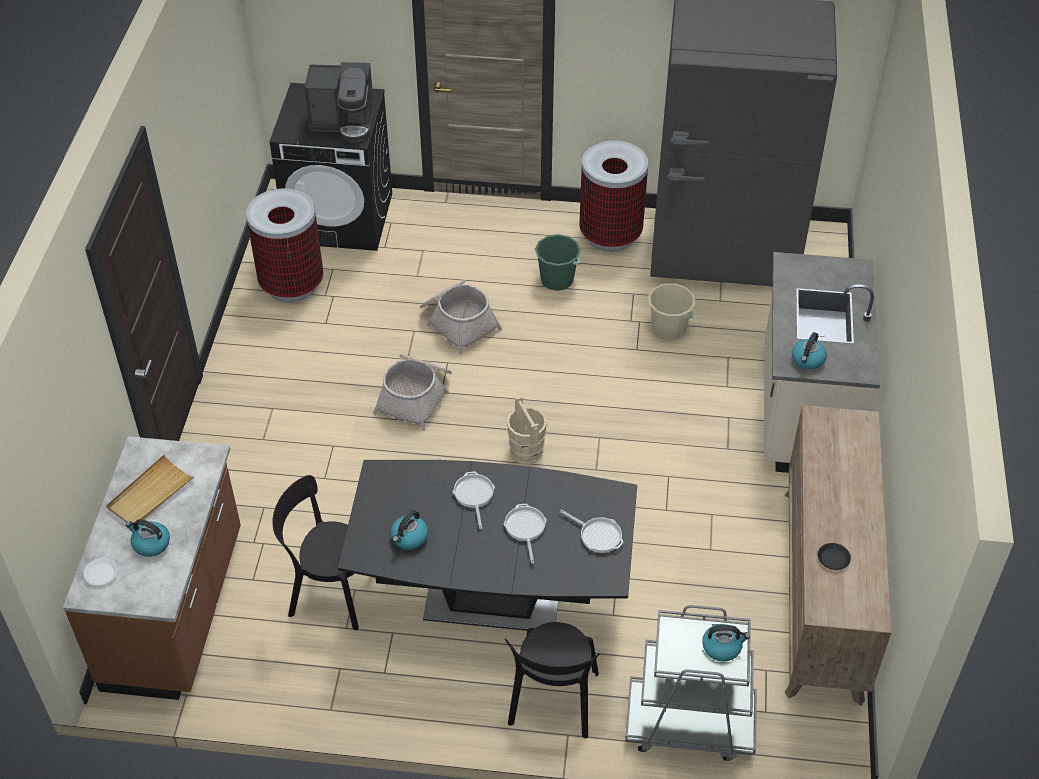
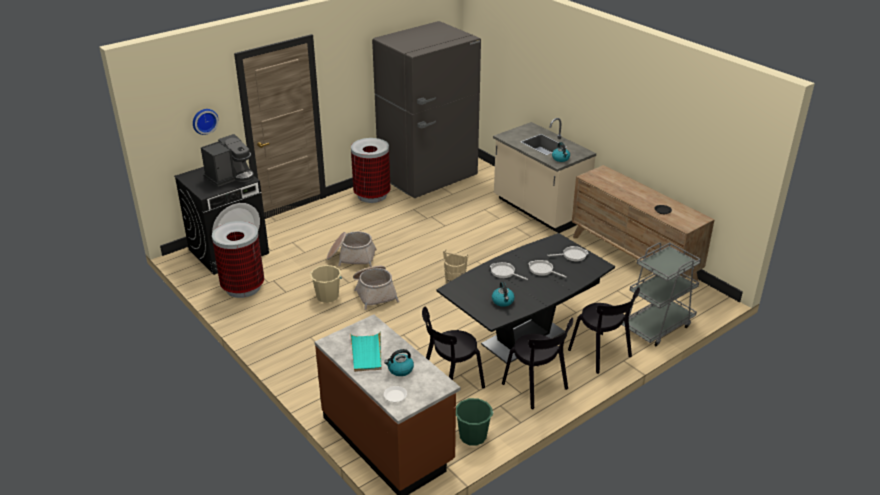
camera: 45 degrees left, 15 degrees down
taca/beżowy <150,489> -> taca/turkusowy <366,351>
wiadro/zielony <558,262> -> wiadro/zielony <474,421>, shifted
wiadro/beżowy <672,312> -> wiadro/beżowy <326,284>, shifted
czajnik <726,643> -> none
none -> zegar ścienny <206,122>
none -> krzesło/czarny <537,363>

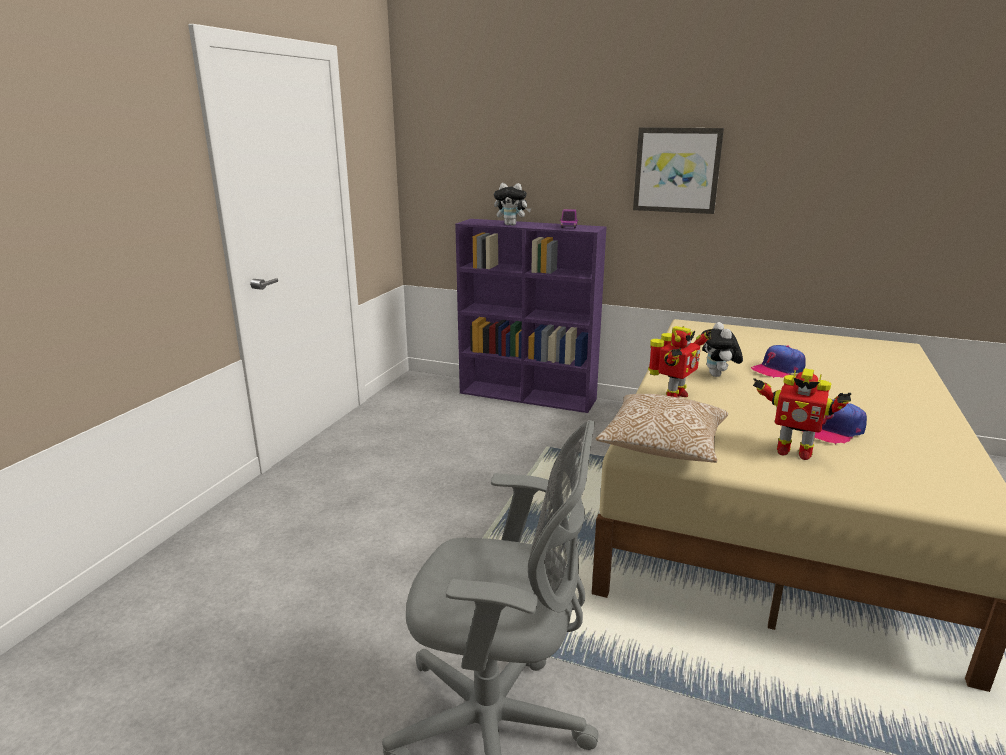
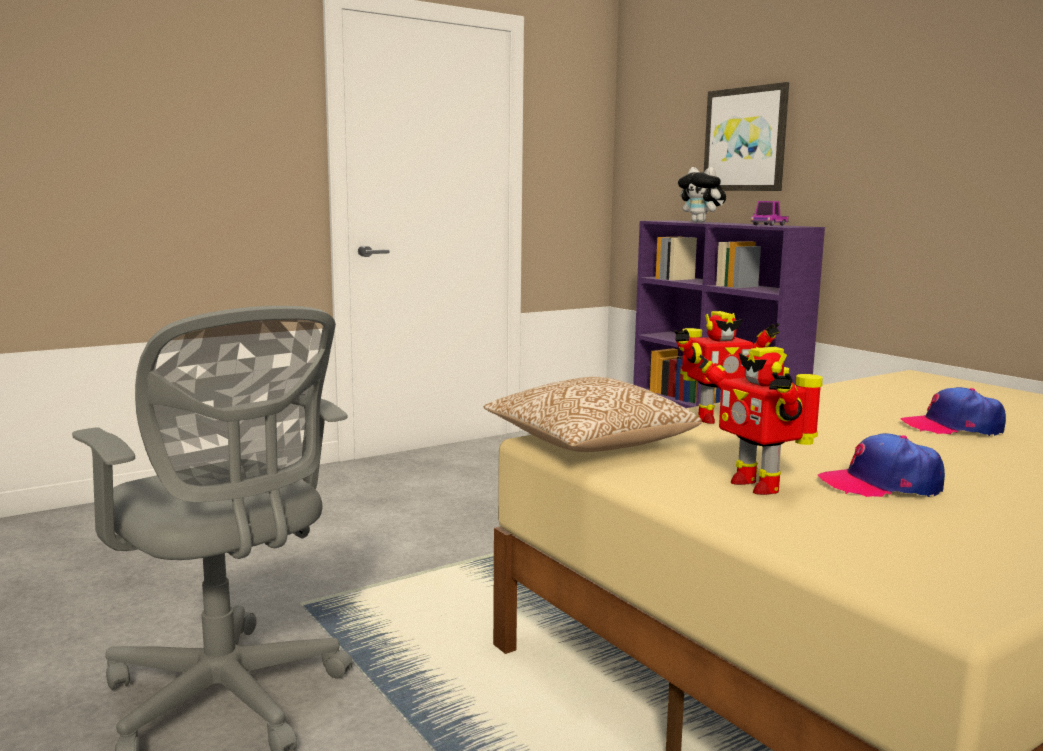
camera: 35 degrees right, 10 degrees down
obraz <678,170> -> obraz <746,136>, shifted
pluszak <722,349> -> none

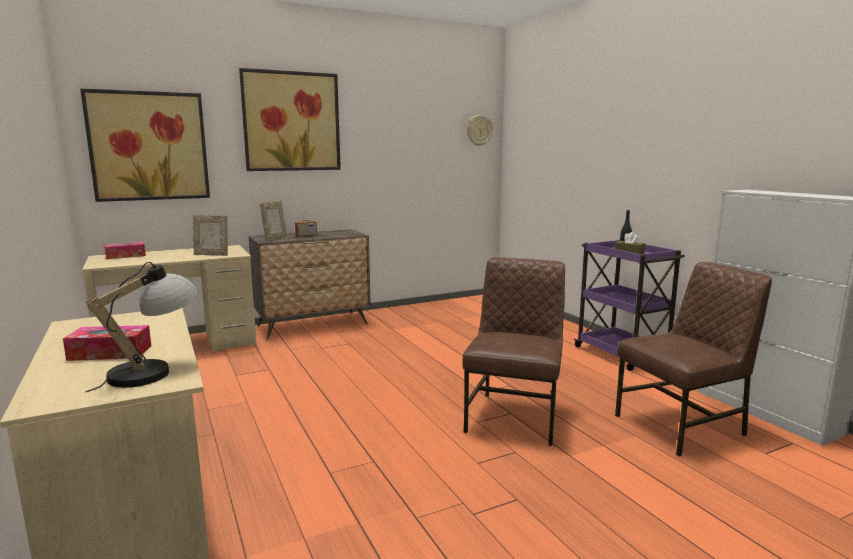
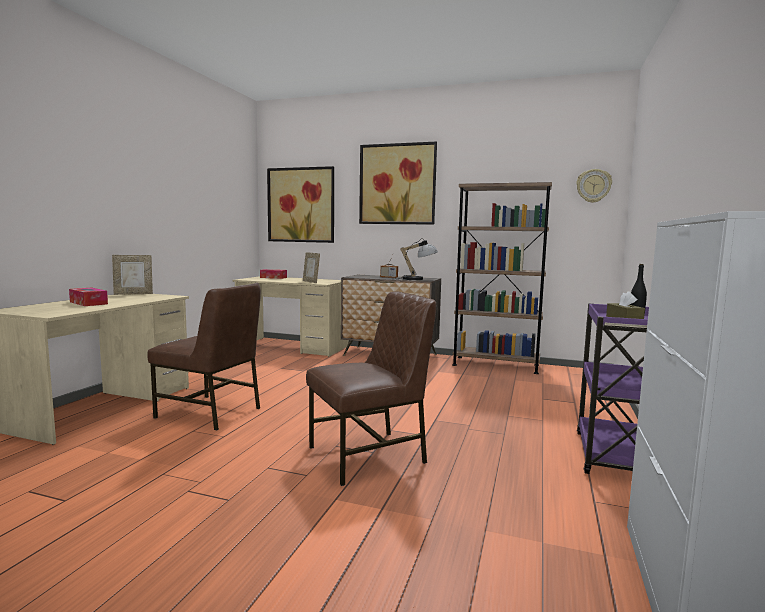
camera: 45 degrees right, 5 degrees down
lampa stołowa <141,327> -> lampa stołowa <418,259>, shifted
ramka na zdjęcie <273,221> -> ramka na zdjęcie <132,275>, shifted
krzesło/brązowy <693,359> -> krzesło/brązowy <204,356>, shifted
none -> regał/brązowy <502,278>

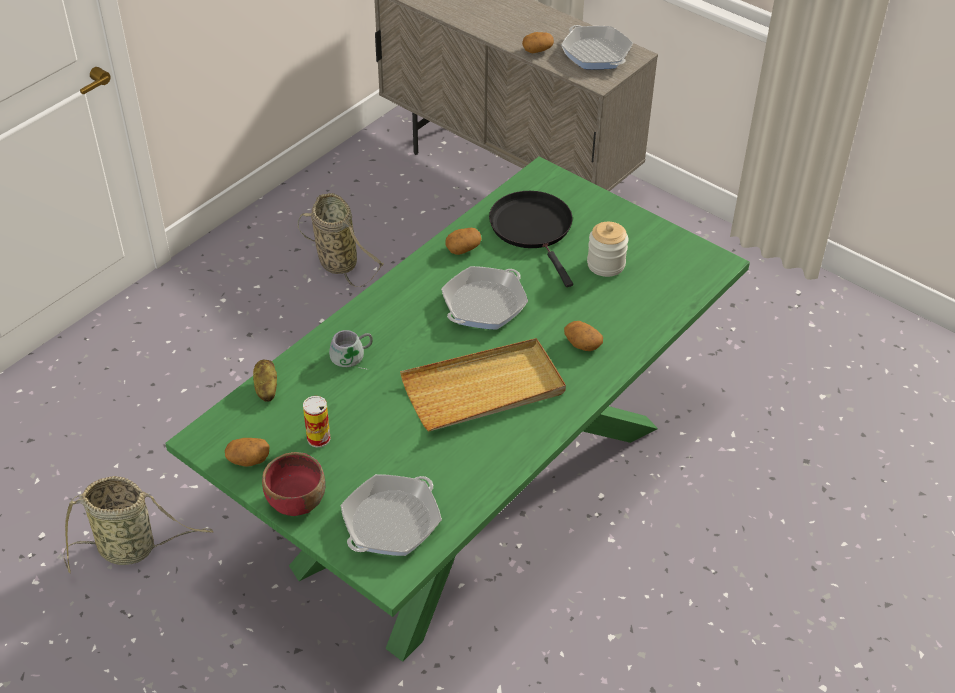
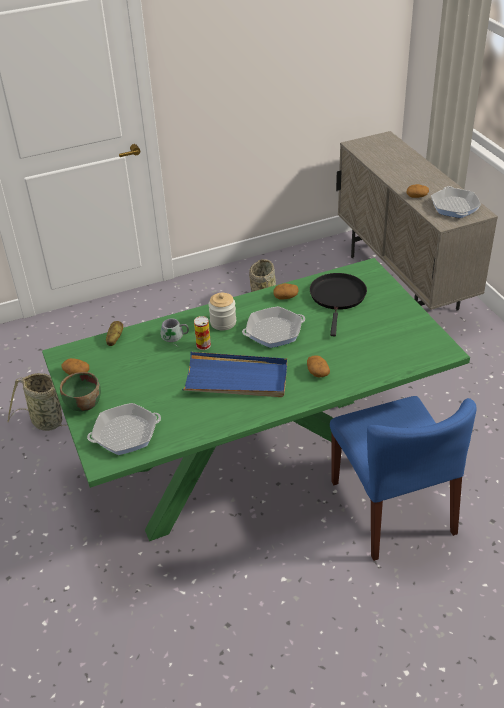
camera: 30 degrees right, 5 degrees down
miska/czerwony <294,484> -> miska/zielony <80,392>
puszka <316,421> -> puszka <202,333>, shifted
taca/beżowy <483,384> -> taca/niebieski <234,374>
słoik <608,249> -> słoik <222,311>, shifted
none -> krzesło/niebieski <403,478>

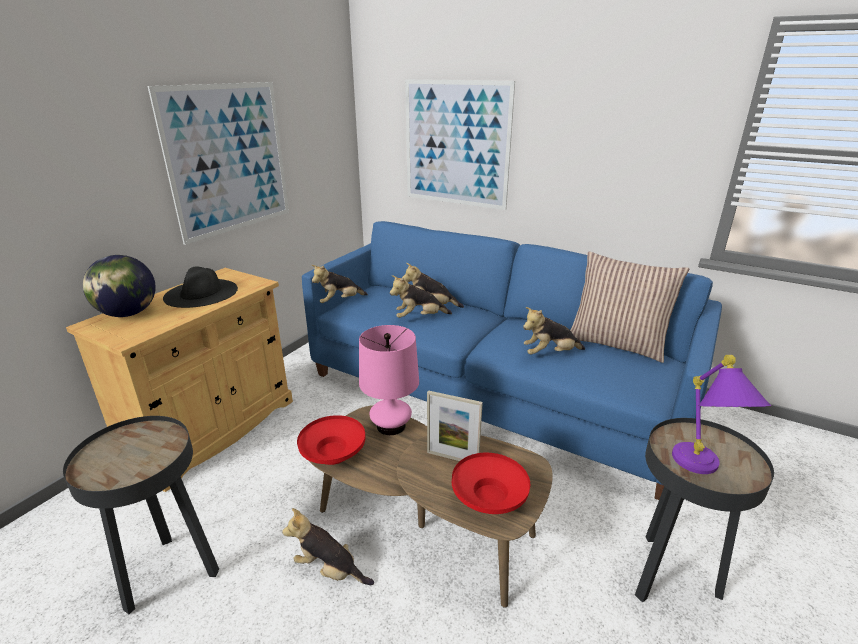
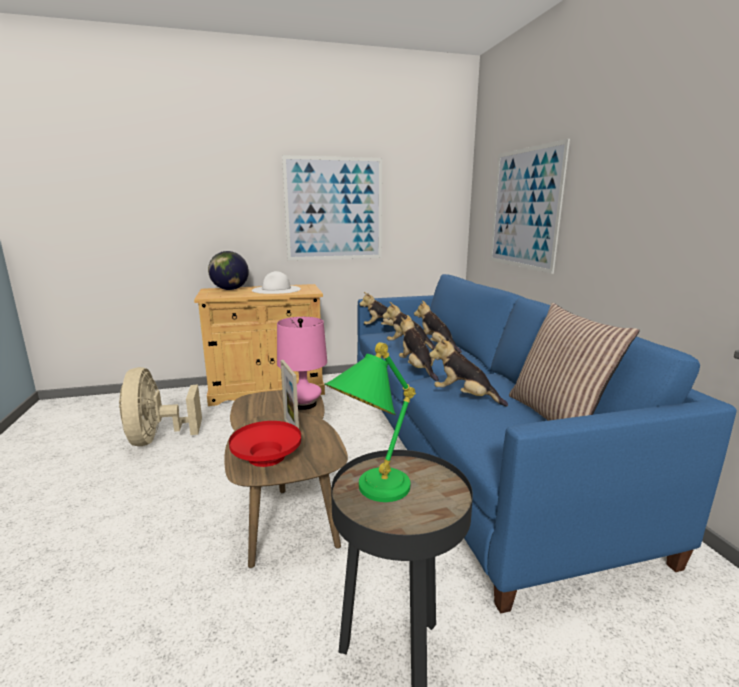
camera: 45 degrees right, 10 degrees down
stolik/czarny <141,515> -> wentylator/beżowy <160,406>
kapelusz/czarny <200,287> -> kapelusz/biały <276,282>
pluszak <328,546> -> pluszak <418,348>, shifted
miska/czerwony <331,440> -> none
lampa stołowa/fioletowy <722,414> -> lampa stołowa/zielony <370,422>

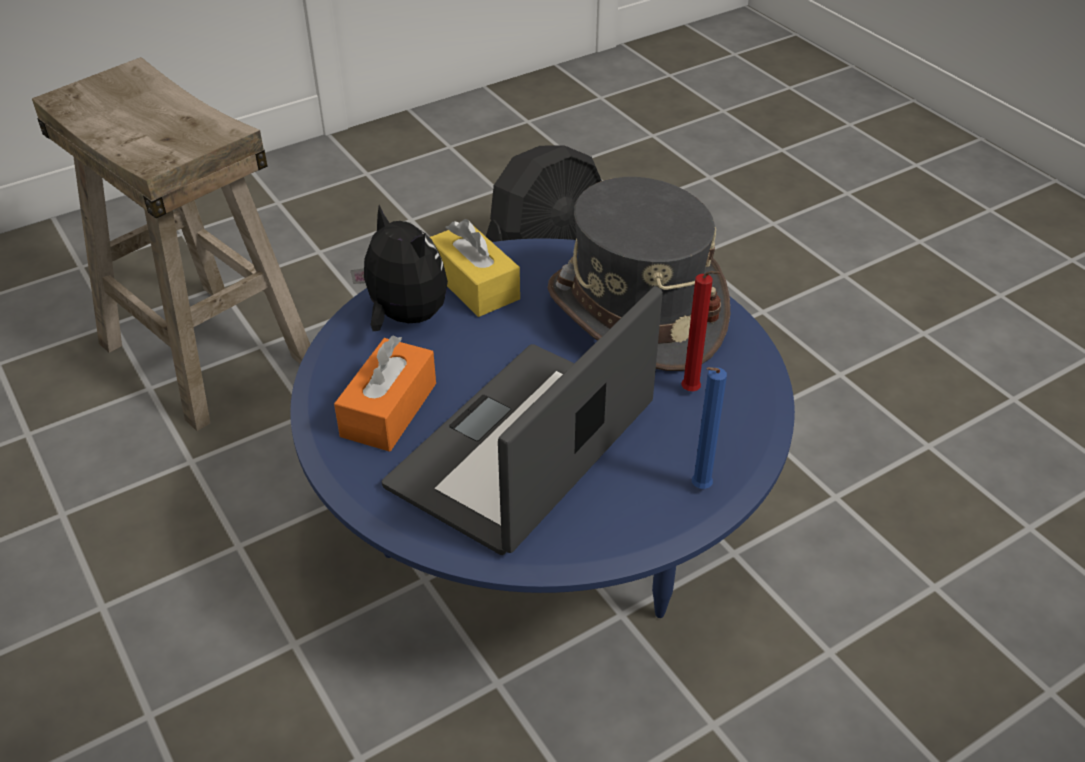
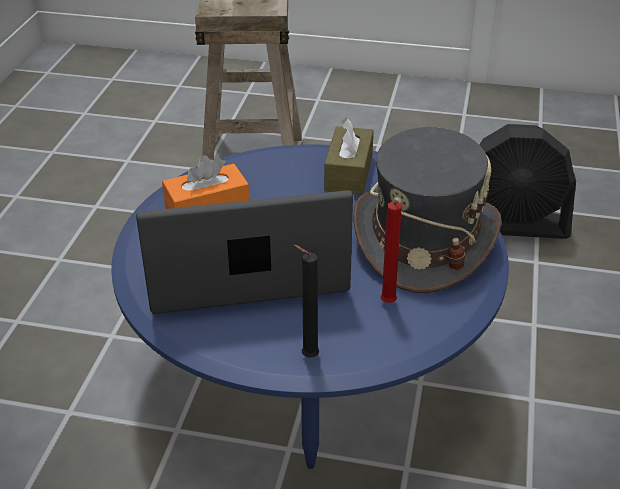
camera: 45 degrees right, 5 degrees down
pluszak <399,268> -> none
pudełko chusteczek/żółty <475,268> -> pudełko chusteczek/brązowy <349,156>
świeca/niebieski <709,428> -> świeca/czarny <306,301>

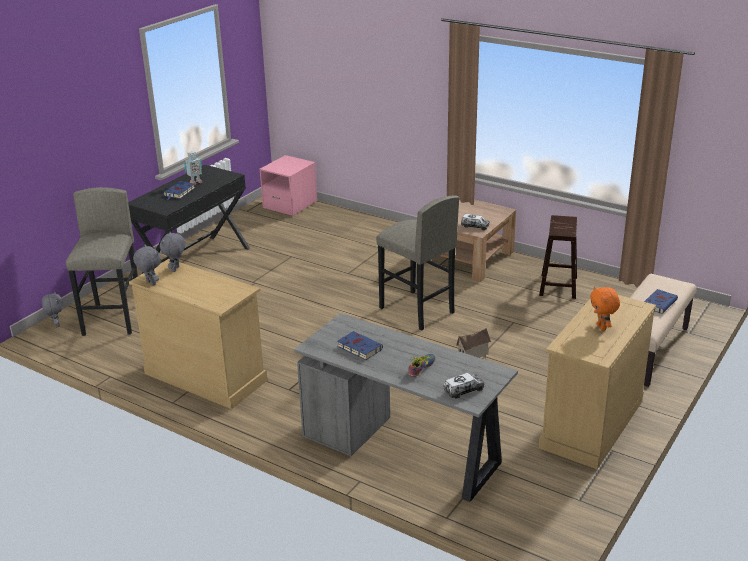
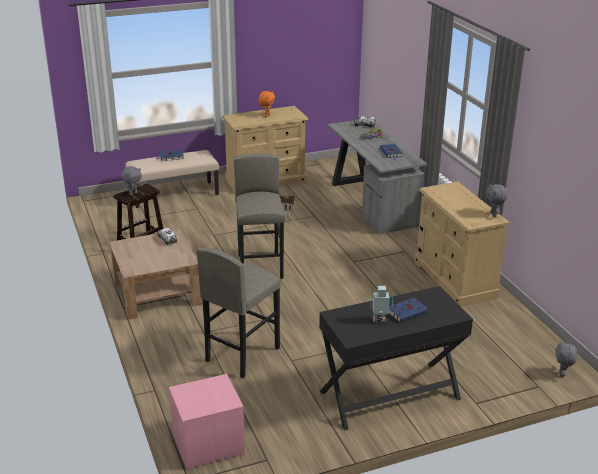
camera: 145 degrees left, 0 degrees up
stołek/szary <102,261> -> stołek/szary <239,313>, shifted
pluszak/szary <173,252> -> pluszak/szary <131,181>, shifted

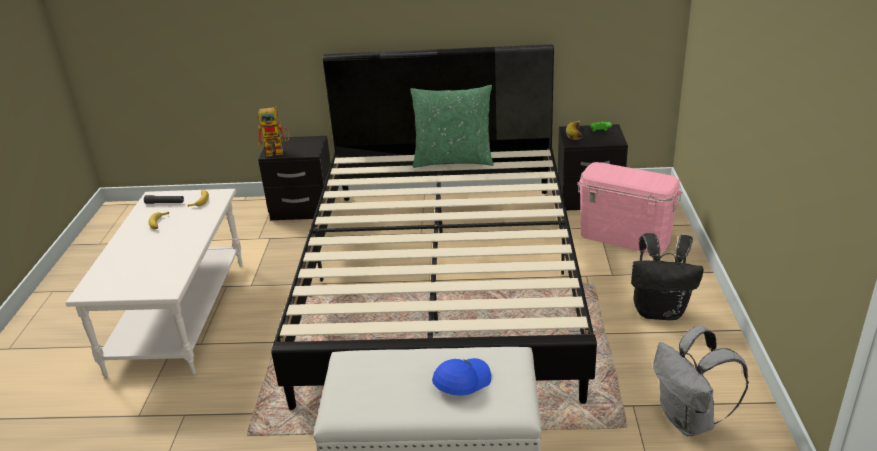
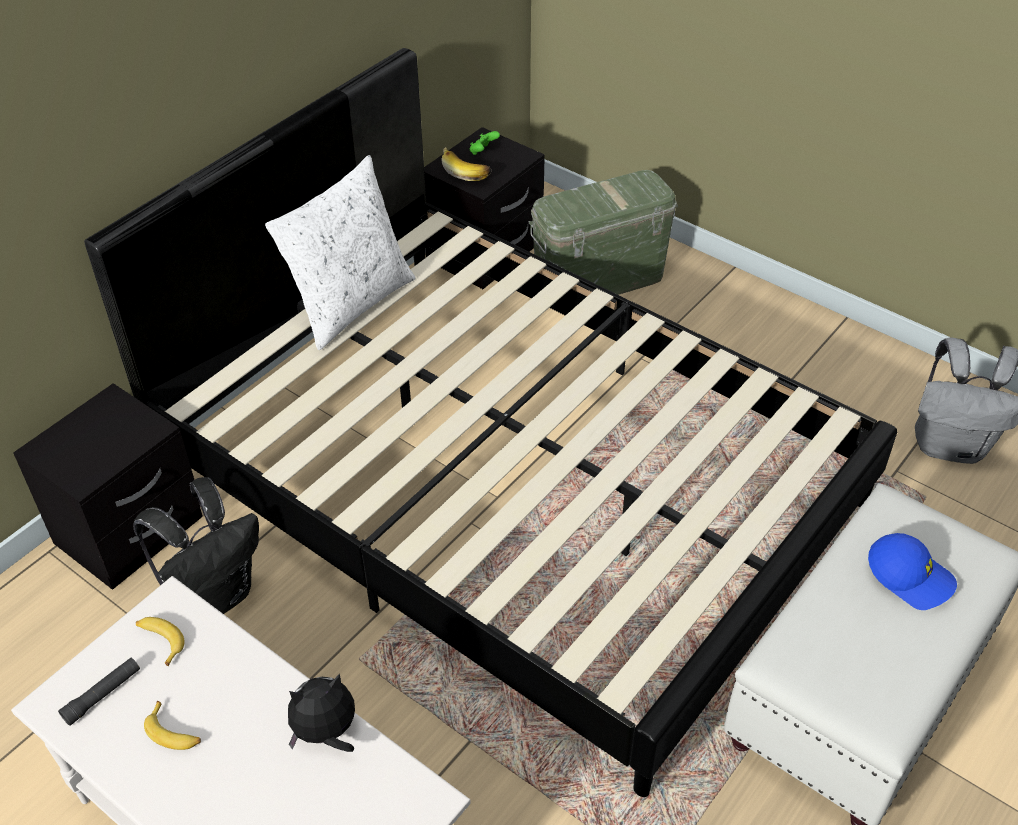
camera: 55 degrees left, 15 degrees up
robot zabawkowy <273,131> -> none
poduszka/zielony <452,126> -> poduszka/biały <340,252>
czapka z daszkiem/niebieski <461,376> -> czapka z daszkiem/niebieski <912,571>, 135 degrees clockwise
pojemnik do przechowywania/różowy <629,208> -> pojemnik do przechowywania/zielony <603,232>
plecak/czarny <667,276> -> plecak/czarny <196,545>, shifted
none -> pluszak <321,712>

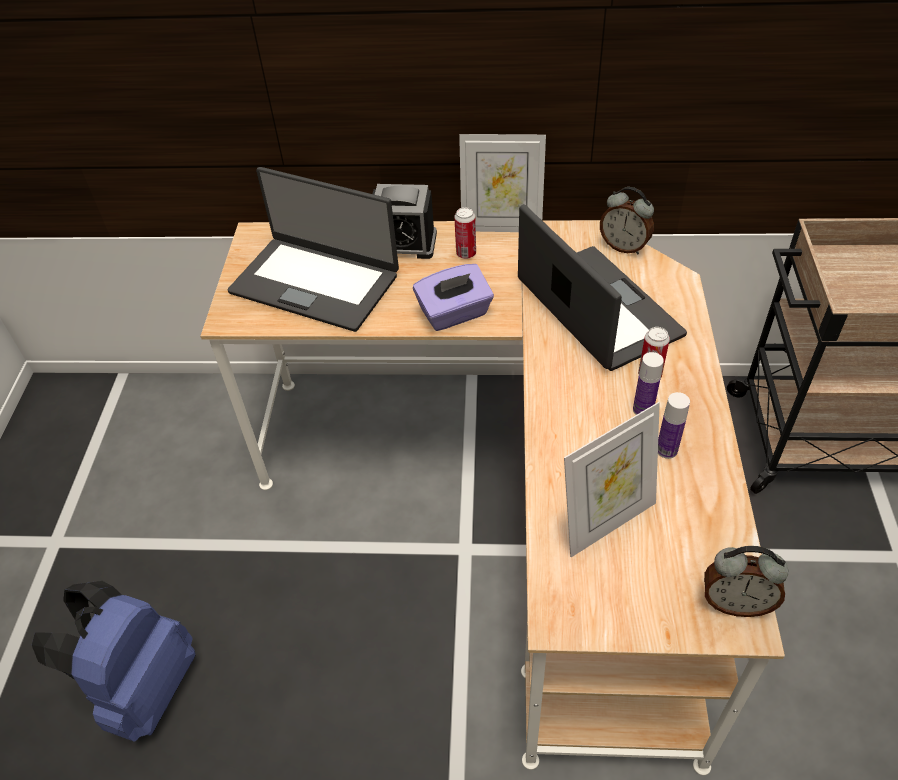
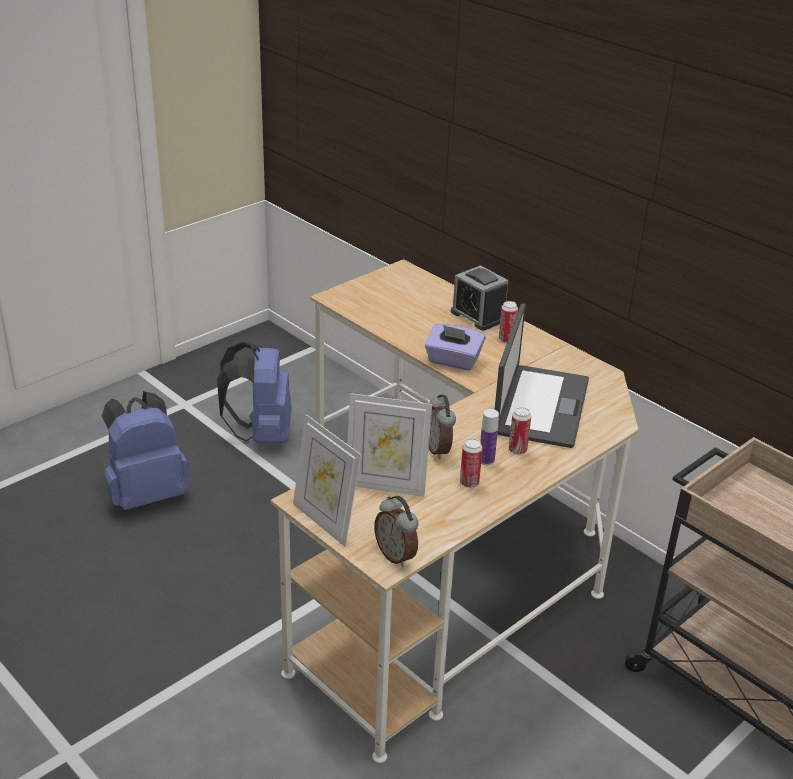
camera: 40 degrees right, 15 degrees down
laptop <313,249> -> none
ramka na zdjęcie <502,183> -> ramka na zdjęcie <327,480>, shifted
budzik <627,220> -> budzik <442,427>, shifted
butelka <674,425> -> puszka <471,463>
none -> plecak/niebieski <254,392>

